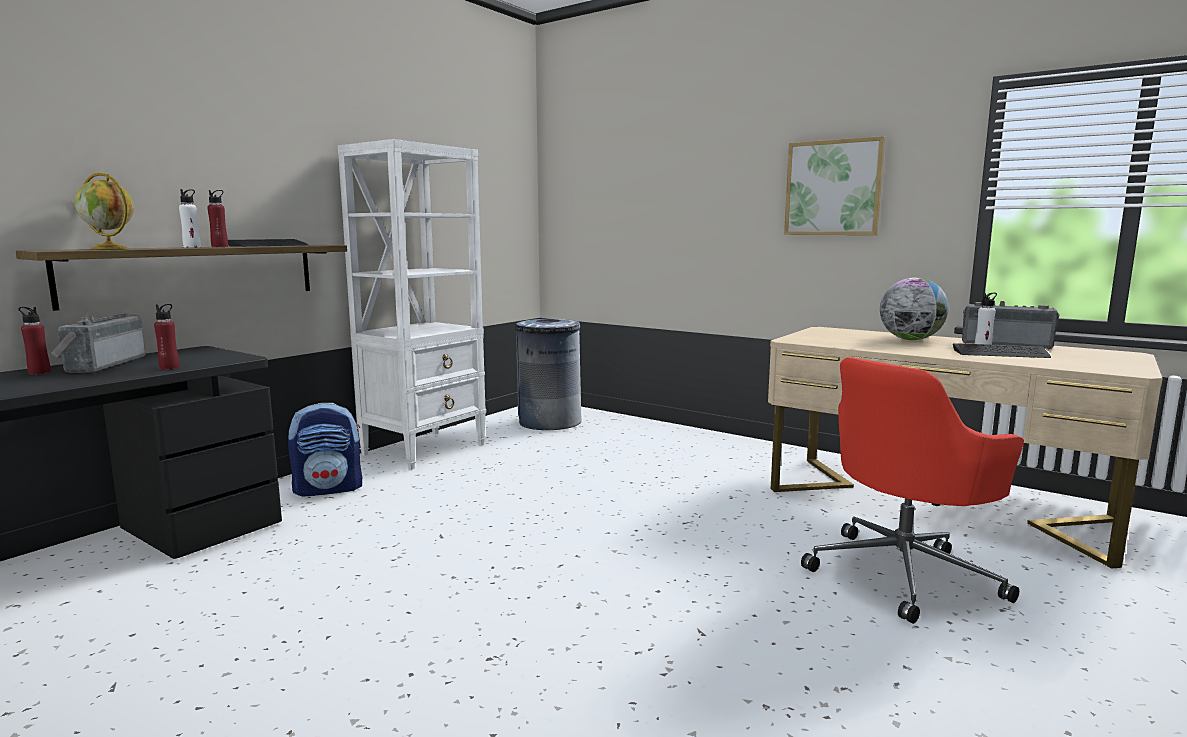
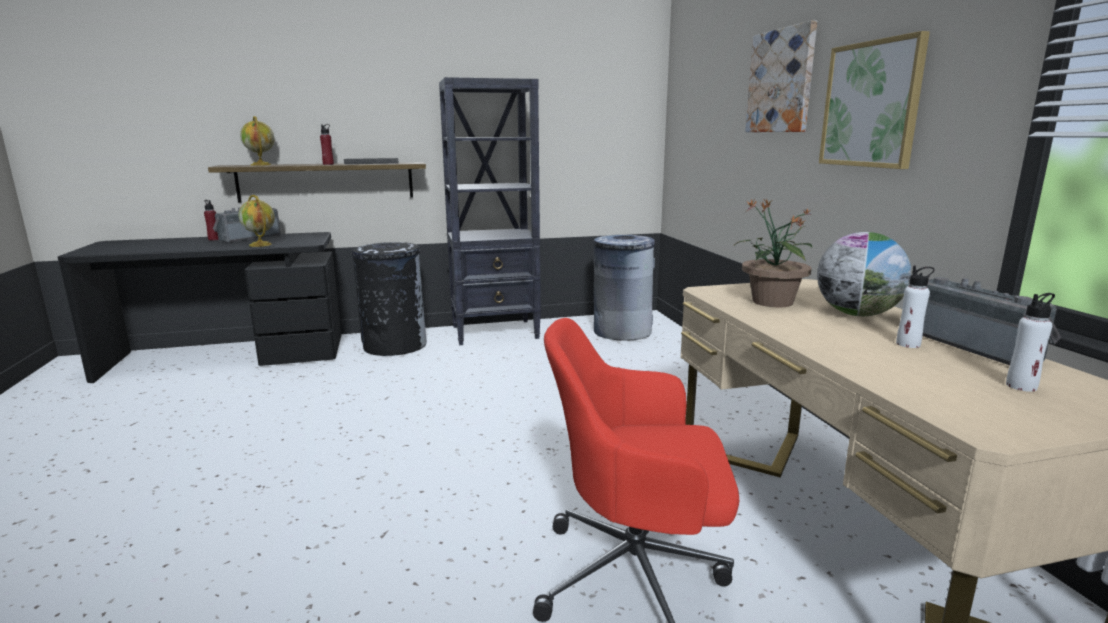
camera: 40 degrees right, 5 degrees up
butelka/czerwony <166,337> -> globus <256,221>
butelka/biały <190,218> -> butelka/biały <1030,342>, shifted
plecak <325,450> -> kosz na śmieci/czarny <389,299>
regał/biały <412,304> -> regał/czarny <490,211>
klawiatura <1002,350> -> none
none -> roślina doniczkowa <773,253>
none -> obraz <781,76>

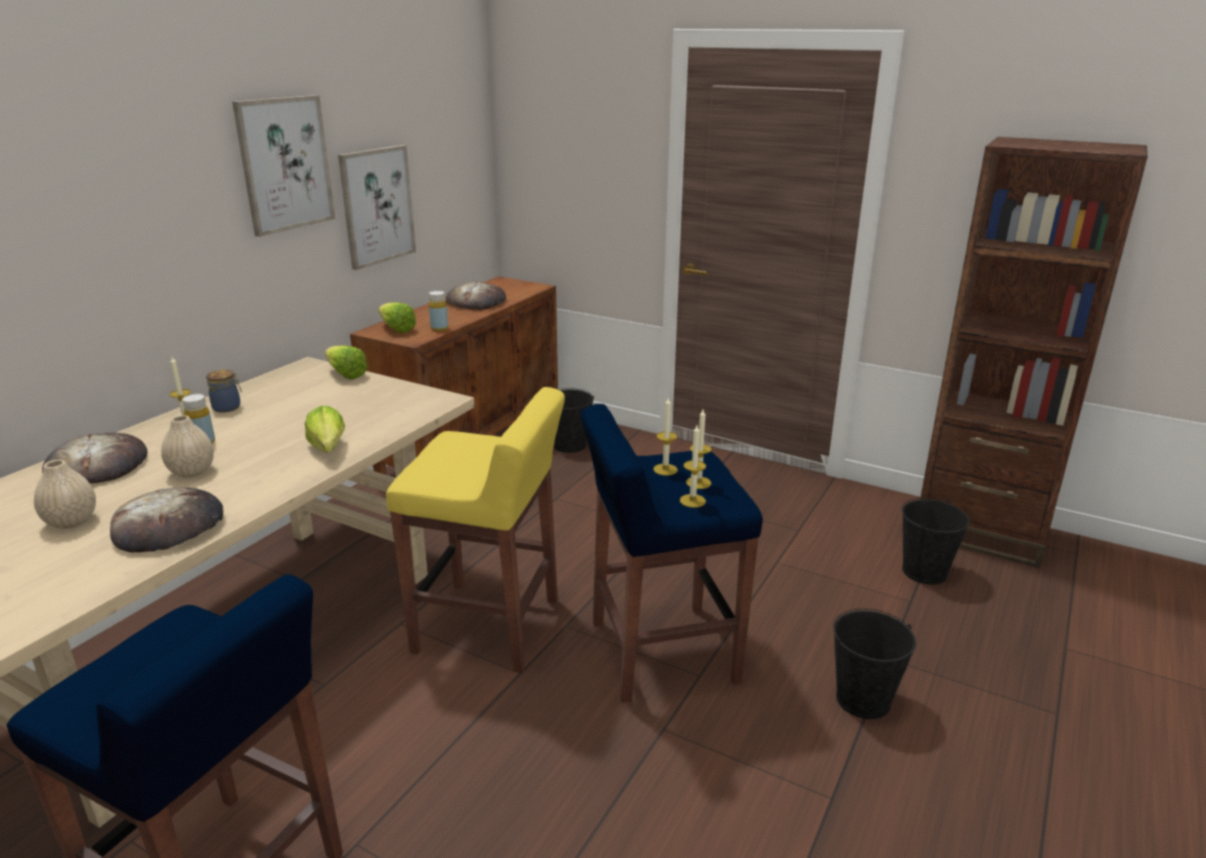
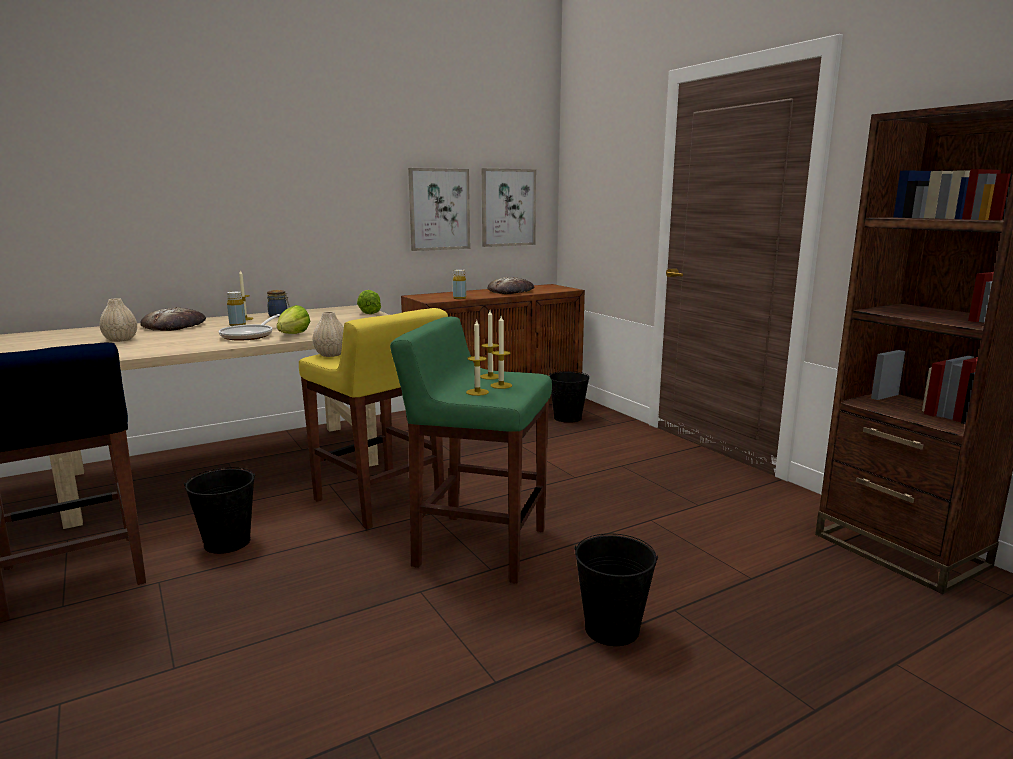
camera: 30 degrees right, 10 degrees down
chleb <166,520> -> none
wazon/beżowy <187,446> -> wazon/beżowy <328,334>, shifted
obraz <283,166> -> obraz <509,207>, shifted
sałata <397,317> -> none
stołek/niebieski <672,553> -> stołek/zielony <471,450>
wiadro/czarny <936,541> -> wiadro/czarny <219,510>, shifted
none -> patelnia <249,327>

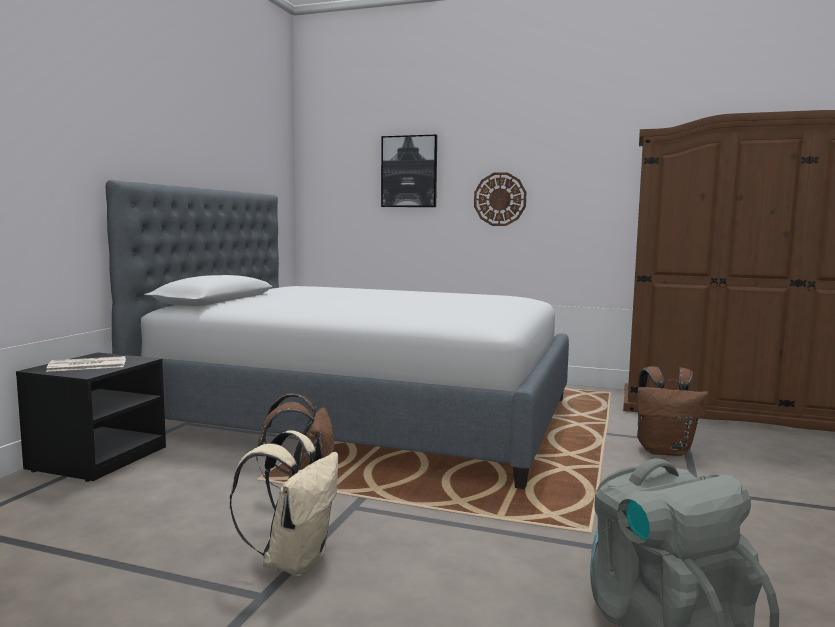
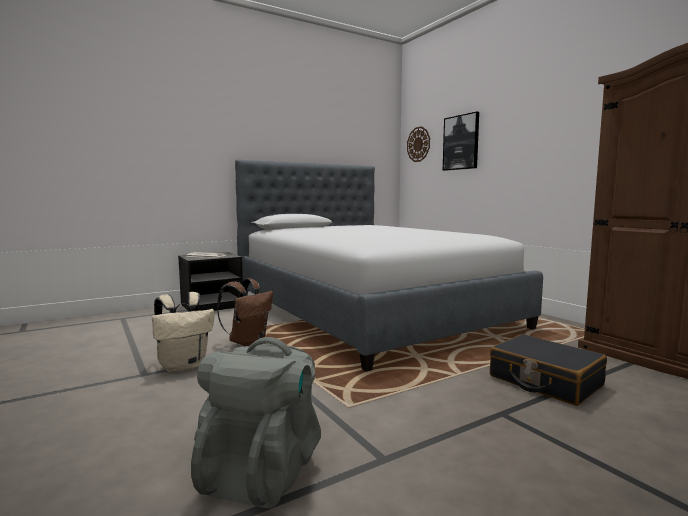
camera: 40 degrees right, 0 degrees up
zegar ścienny <500,199> -> zegar ścienny <418,144>, shifted
plecak/brązowy <673,411> -> walizka/czarny <548,370>

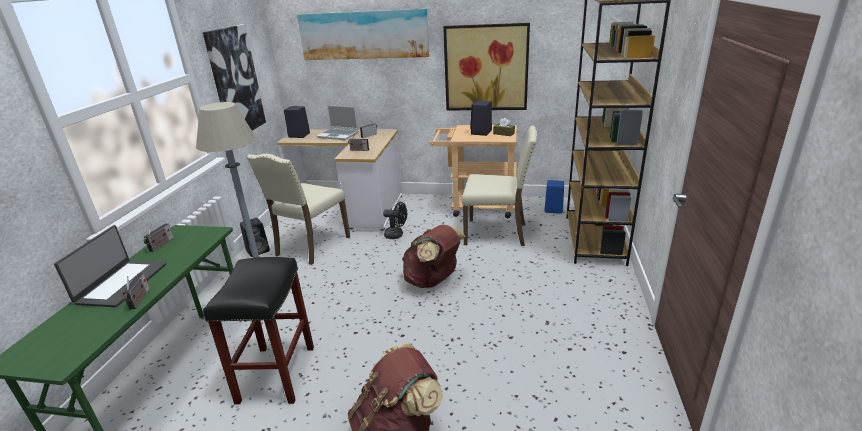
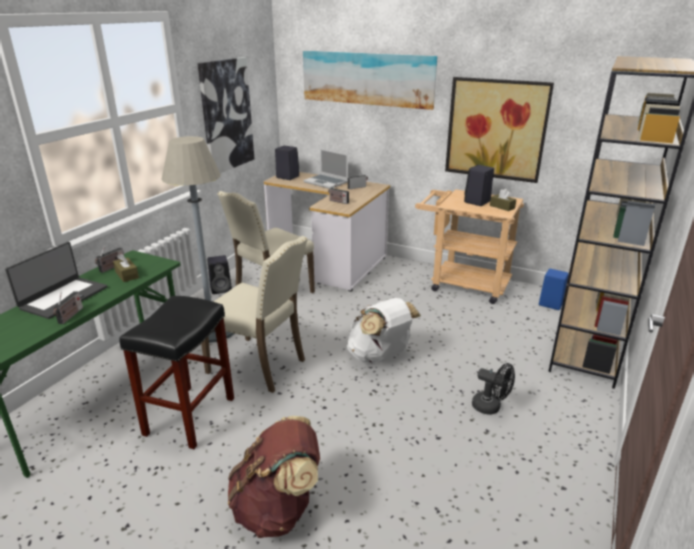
camera: 15 degrees right, 0 degrees up
wentylator/czarny <395,220> -> wentylator/czarny <493,389>, shifted
plecak/brązowy <434,256> -> plecak/biały <384,330>
krzesło/beżowy <499,186> -> krzesło/beżowy <254,314>, shifted
none -> pudełko chusteczek/brązowy <126,267>

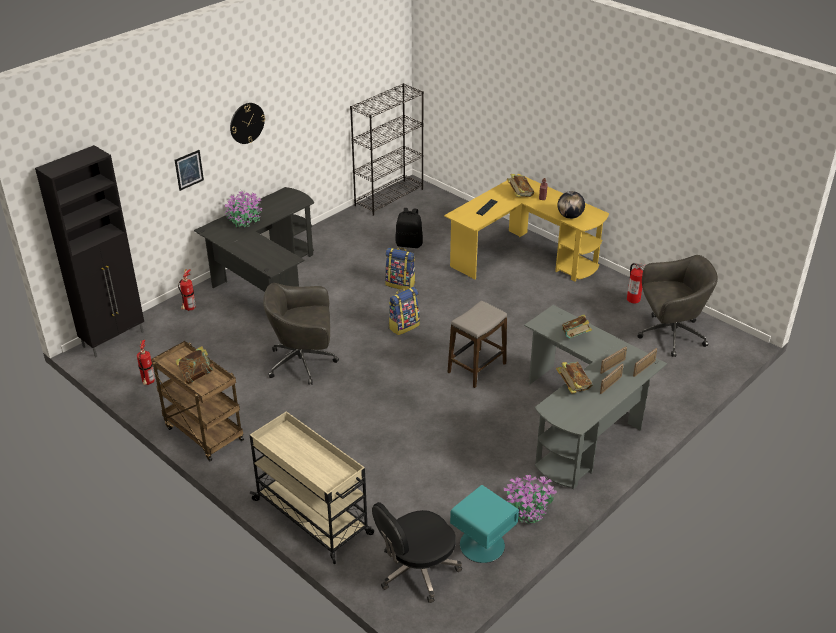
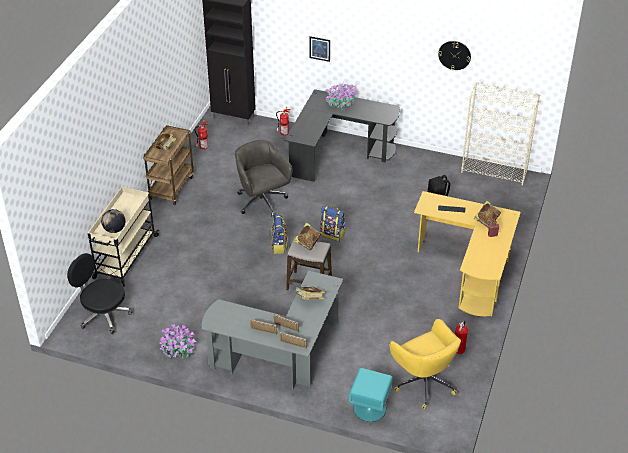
camera: 65 degrees right, 5 degrees up
zegar ścienny <247,123> -> zegar ścienny <454,55>, shifted
regał/czarny <387,149> -> regał/beżowy <500,134>
plecak <400,269> -> plecak <279,234>, shifted
szafka nocna/turkusowy <484,524> -> szafka nocna/turkusowy <371,395>, shifted
książka <574,378> -> książka <307,236>, shifted
globus <571,205> -> globus <113,221>, shifted
krzesło biurowe/szary <677,306> -> krzesło biurowe/żółty <425,364>

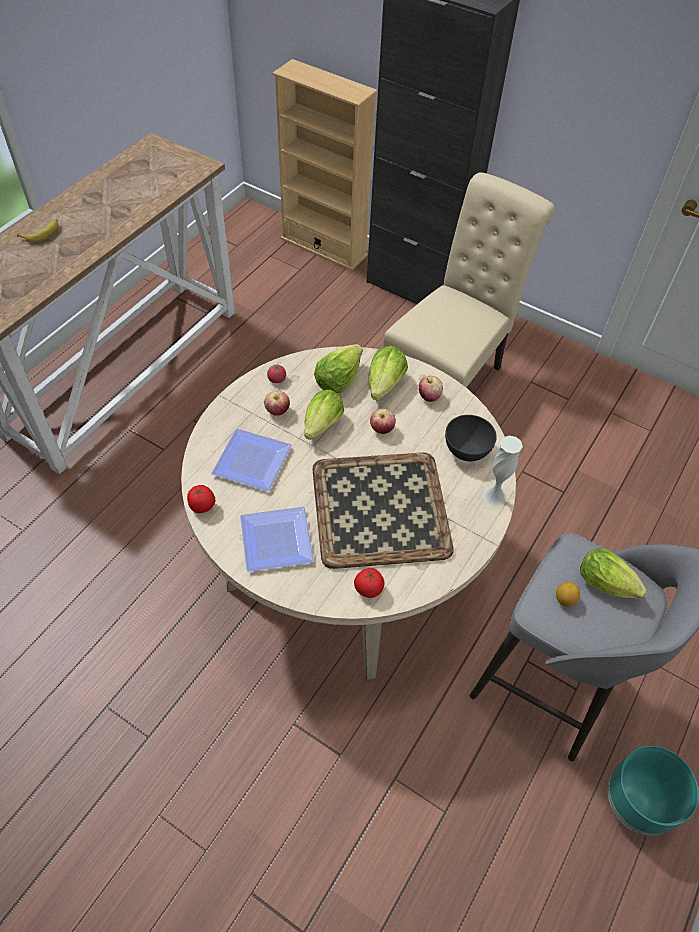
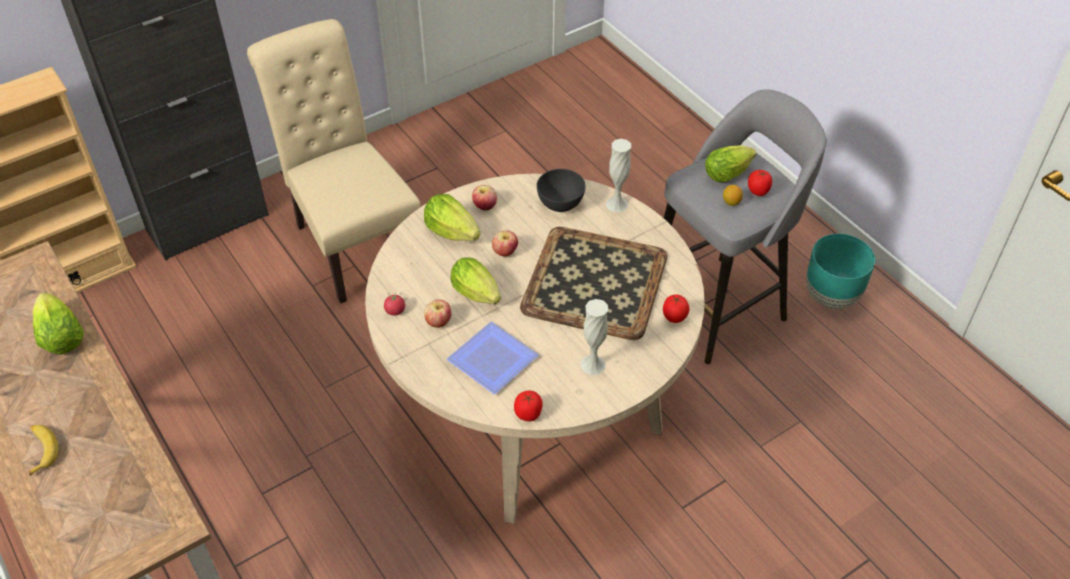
camera: 65 degrees left, 5 degrees down
talerz <277,539> -> wazon/biały <594,337>
sałata <338,368> -> sałata <58,323>, shifted
none -> pomidor <760,183>

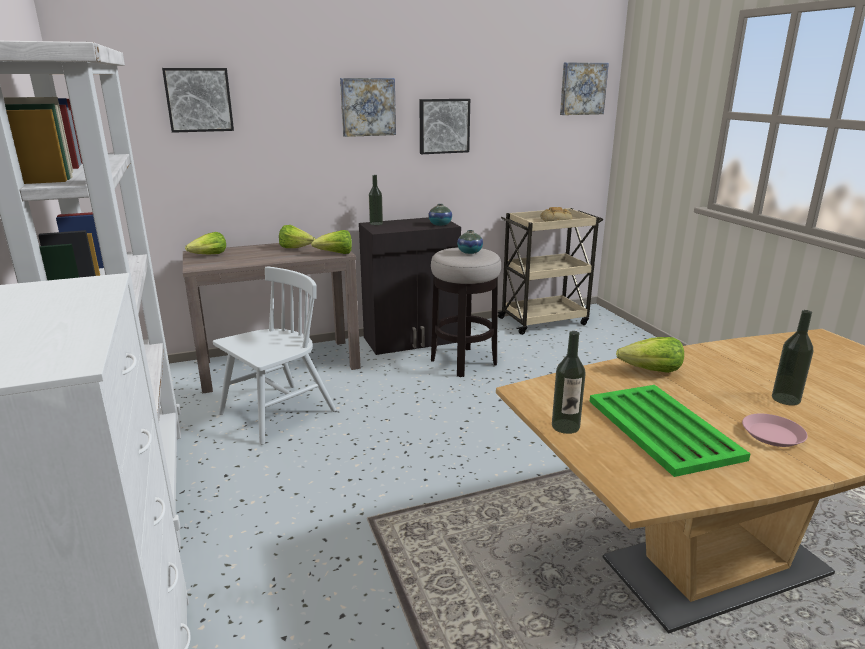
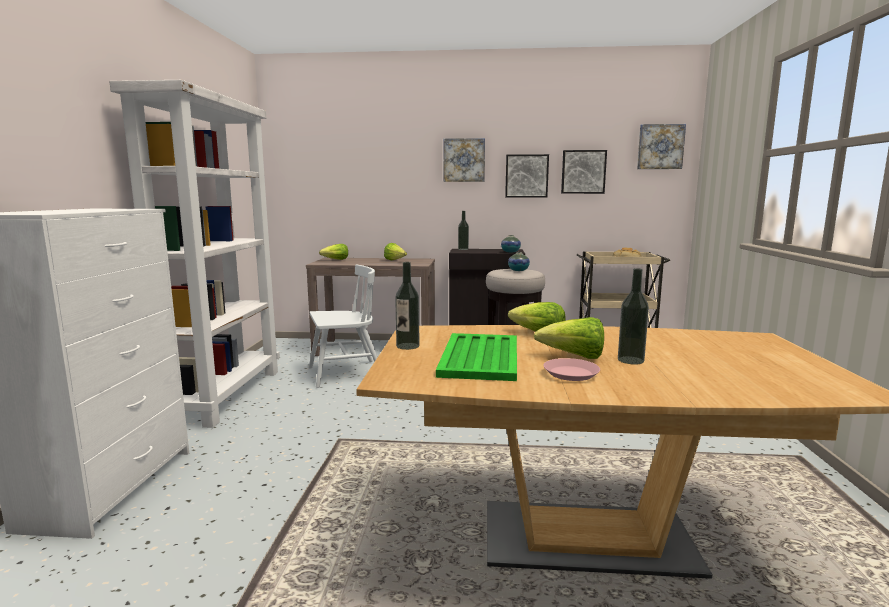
camera: 25 degrees right, 10 degrees down
obraz <198,100> -> obraz <584,172>, shifted
sałata <331,242> -> sałata <569,338>, shifted

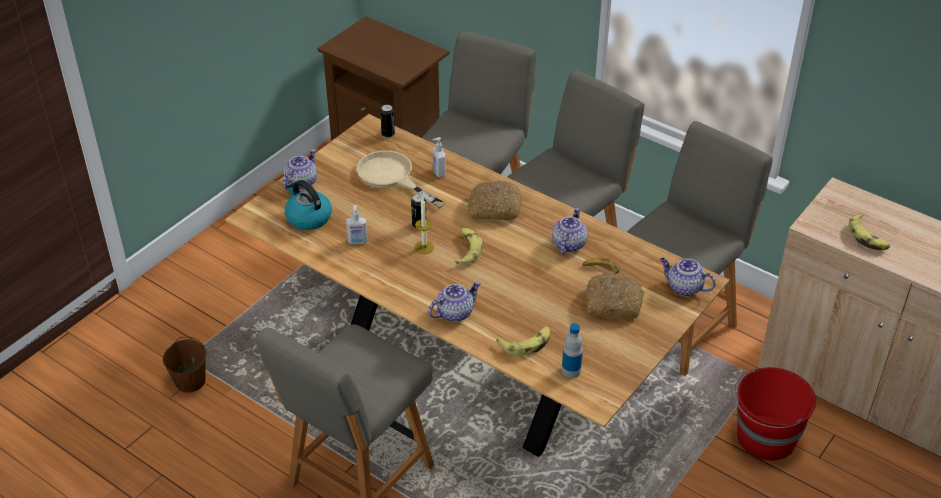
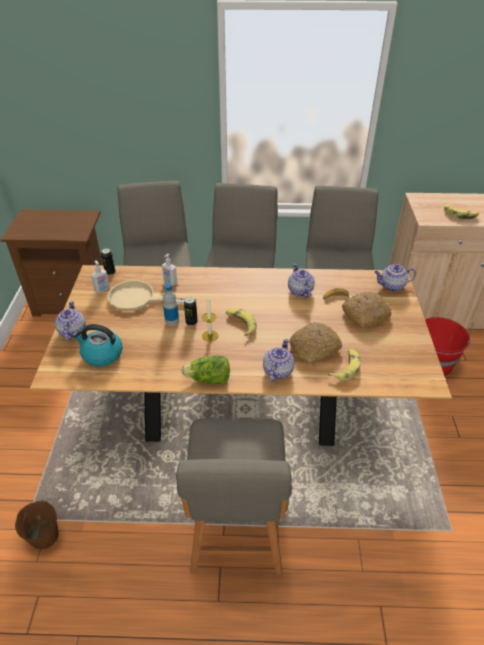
camera: 35 degrees left, 0 degrees up
dozownik mydła <356,224> -> dozownik mydła <100,276>, shifted
chleb <494,200> -> chleb <315,343>, shifted
butelka <572,350> -> butelka <171,304>, shifted
none -> sałata <205,369>

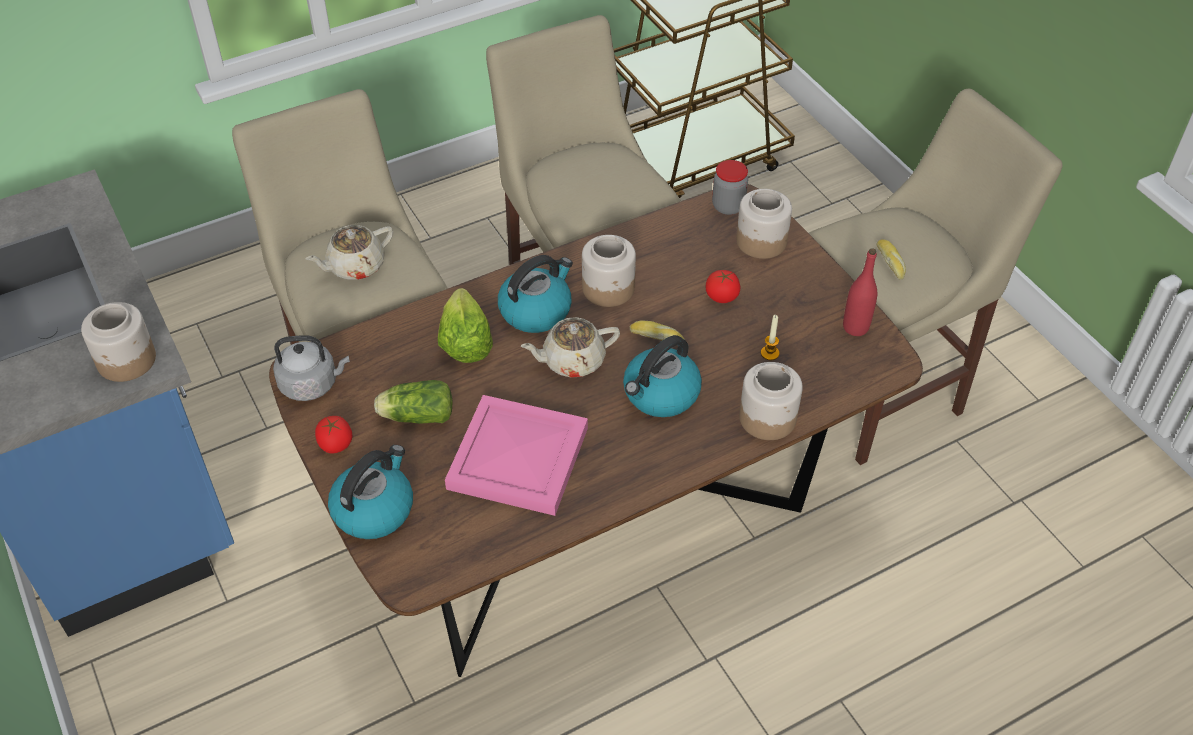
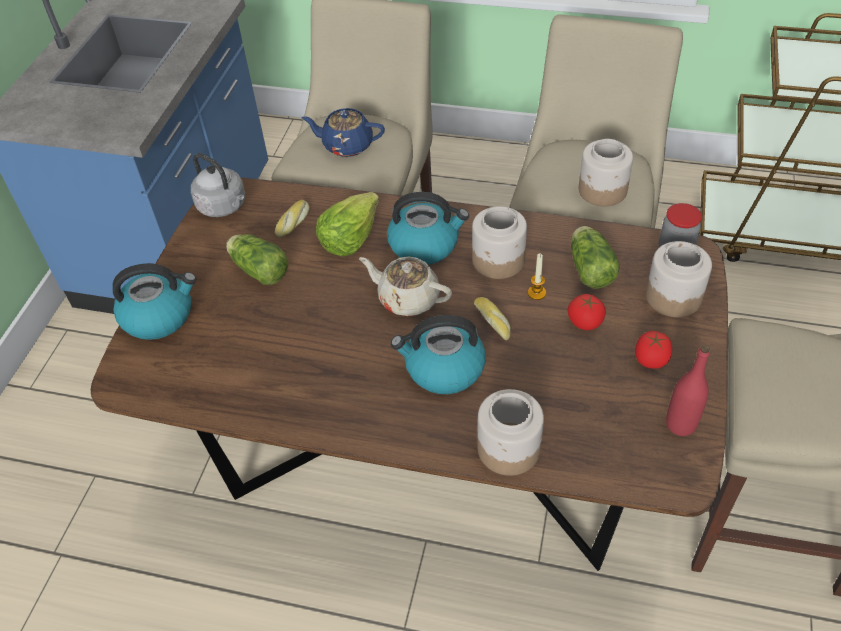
camera: 45 degrees right, 0 degrees up
słoik <118,342> -> słoik <606,172>, shifted
imbryk/beżowy <349,252> -> imbryk/niebieski <343,132>
pomidor <334,434> -> pomidor <653,350>, shifted
taca/różowy <516,455> -> none
świeca <770,337> -> świeca <537,277>, shifted
chleb <891,259> -> chleb <292,218>, shifted
none -> sałata <595,257>

